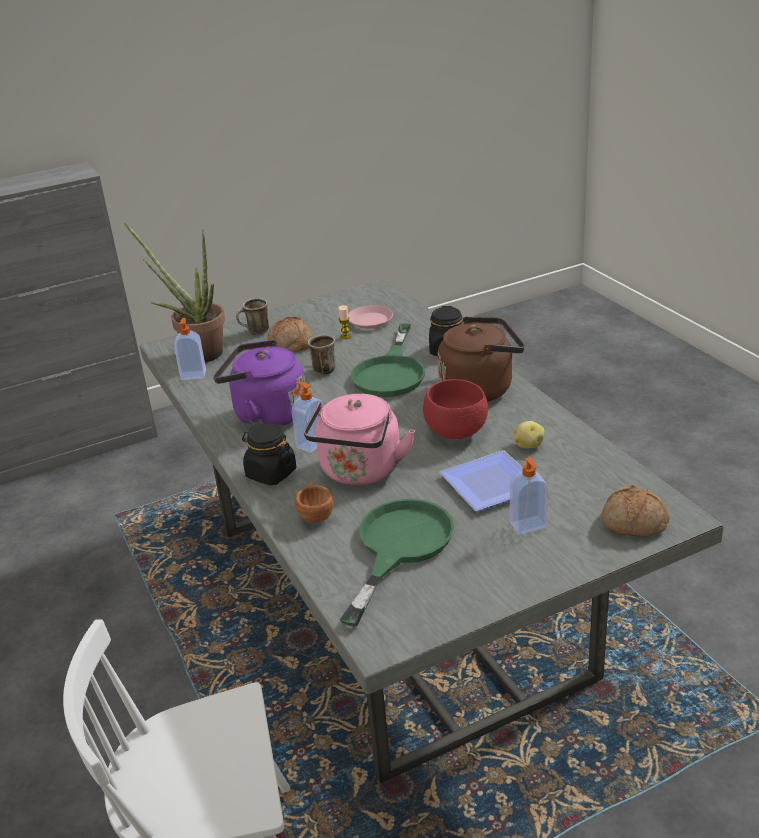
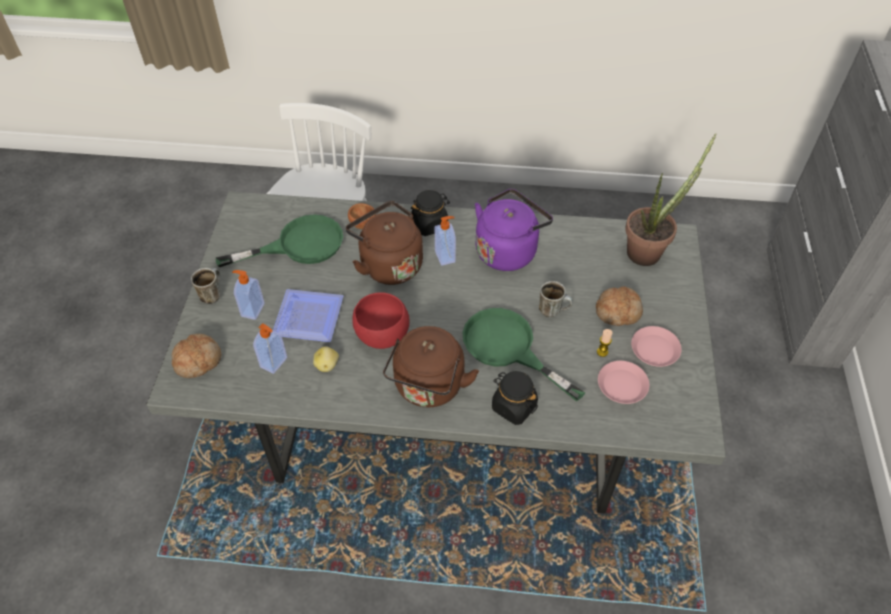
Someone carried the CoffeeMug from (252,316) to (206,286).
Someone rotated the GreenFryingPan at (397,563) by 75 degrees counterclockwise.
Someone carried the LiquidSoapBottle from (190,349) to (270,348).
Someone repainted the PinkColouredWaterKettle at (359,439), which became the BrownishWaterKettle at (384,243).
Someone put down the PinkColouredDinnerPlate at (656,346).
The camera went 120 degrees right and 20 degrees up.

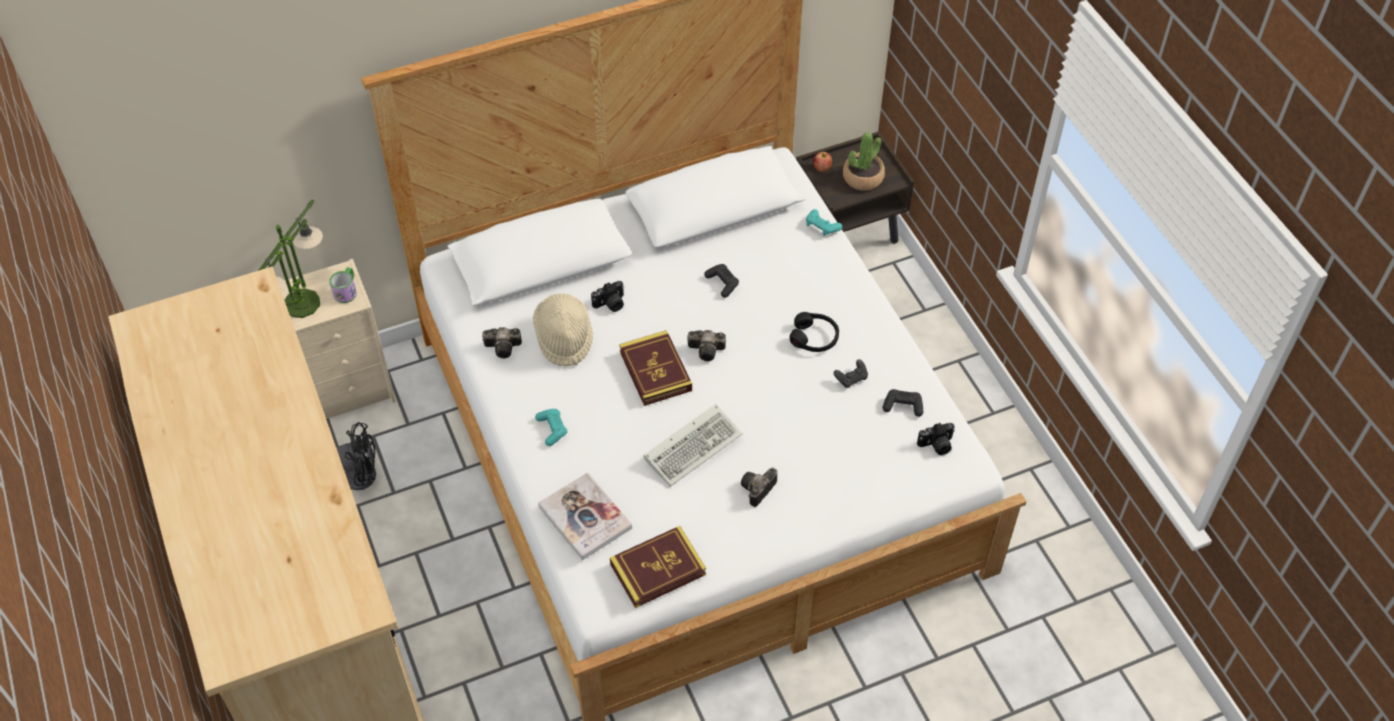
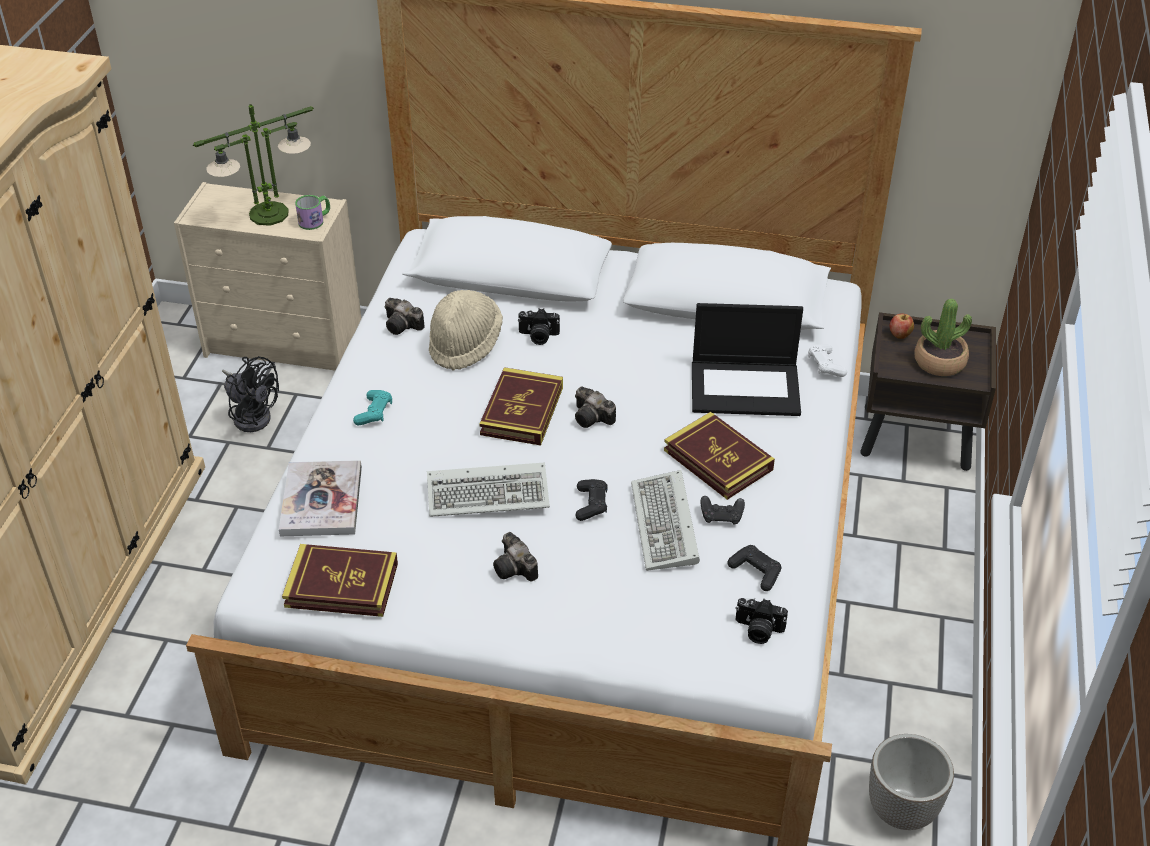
Someone rotated the PhotoCamera at (759,487) by 105 degrees counterclockwise.
Someone carried the BlackishGamepad from (721,281) to (591,500).
Someone put down the PcKeyboard at (665,520).
Someone swapped the BlackishPairOfHeadphones at (814,332) for the Volume at (719,456).
Someone put down the Laptop at (747,359).
Someone repainted the TurquoiseColouredGamepad at (824,222), which became the WhitishGamepad at (827,360).
Someone put down the PlantPot at (911,782).
The camera went 35 degrees right and 10 degrees down.

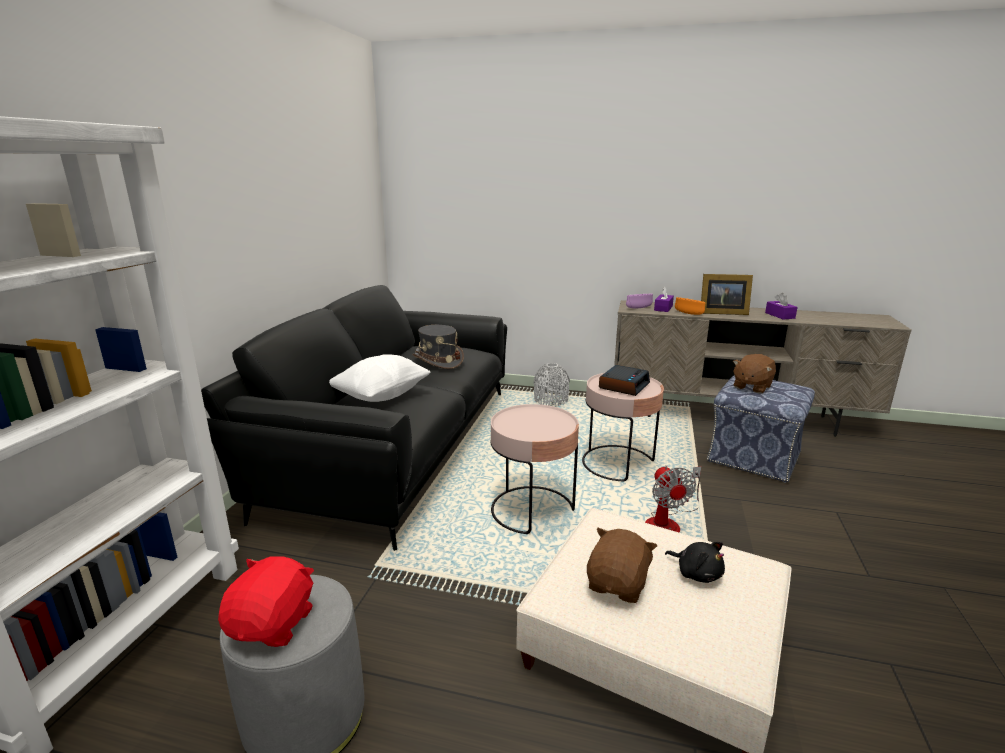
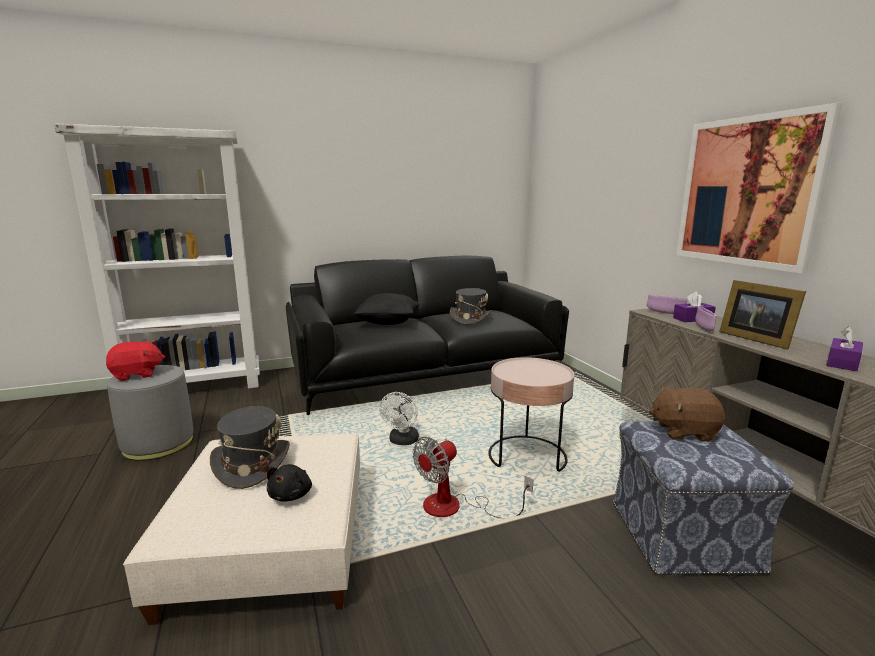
Someone swapped the BrownishCuddlyToy at (622,565) for the GreyishHat at (250,447).
Someone repainted the WhitishCushion at (379,378), which became the BlackishCushion at (386,309).
Someone swapped the PinkColouredEndTable at (534,469) for the WhitishElectricFan at (399,418).
Someone put up the WallArt at (759,188).
Someone repainted the OrangeBowl at (690,306), which became the PurpleColouredBowl at (705,319).
Someone took away the GreyishFlowerVase at (552,384).
Someone took away the BedsideClock at (624,380).
The camera went 55 degrees right and 5 degrees down.

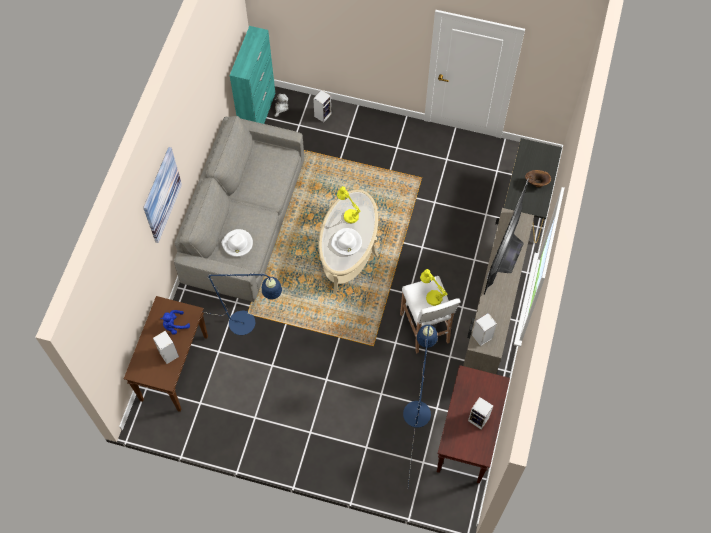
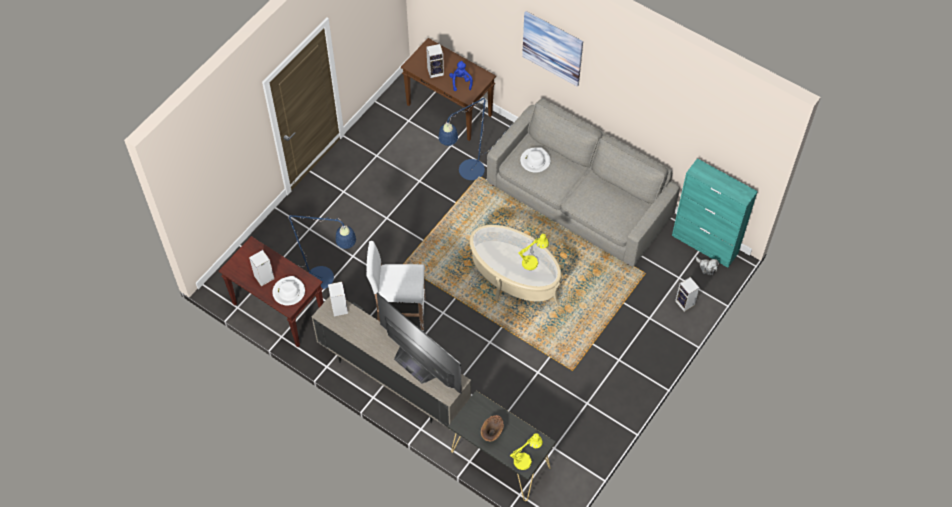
Someone carried the WhitishHat from (346,241) to (288,290).
Someone carried the YellowishTabletopLamp from (433,287) to (526,451).
The camera went 110 degrees right and 5 degrees down.

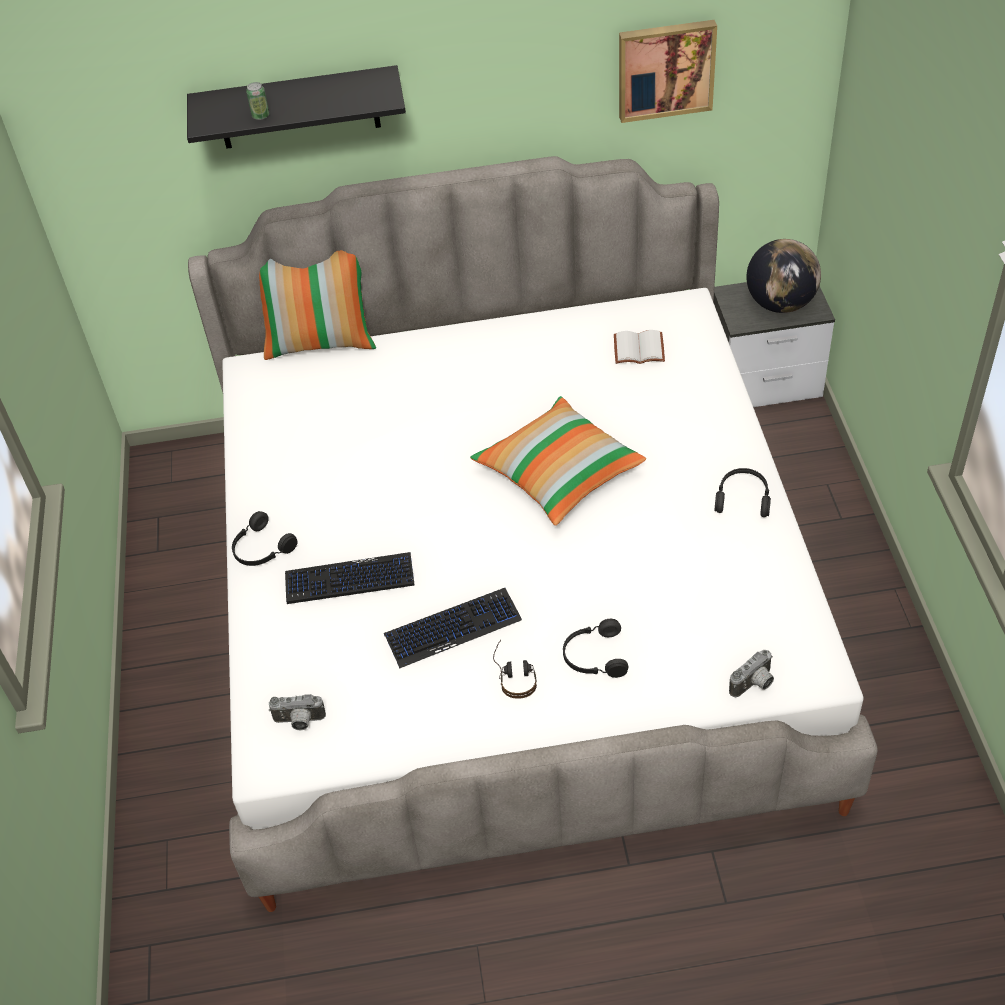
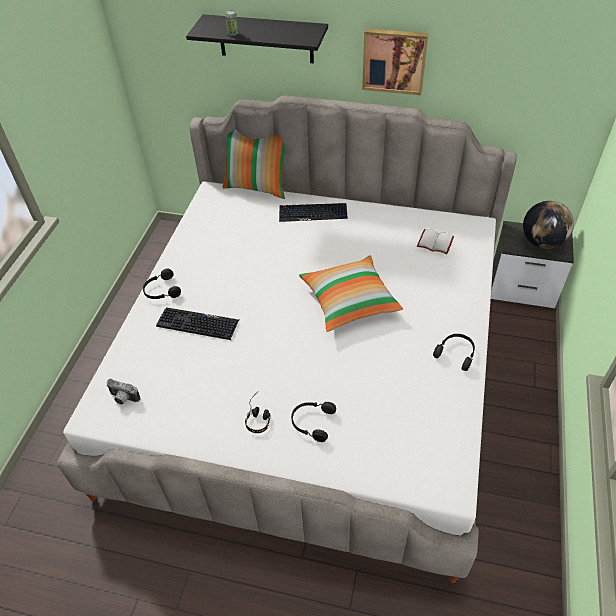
Someone carried the PcKeyboard from (453,628) to (313,212).
Someone carried the WallArt from (668,71) to (395,61).
Someone took away the PhotoCamera at (751,673).
The camera went 20 degrees right and 0 degrees up.

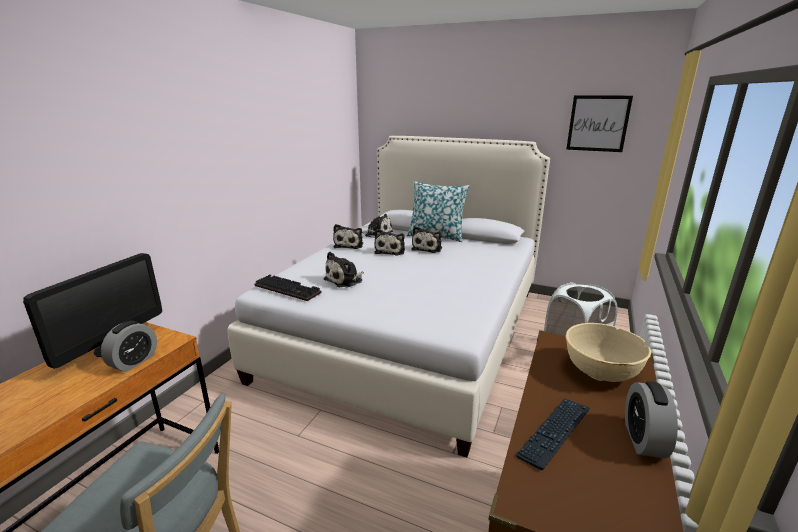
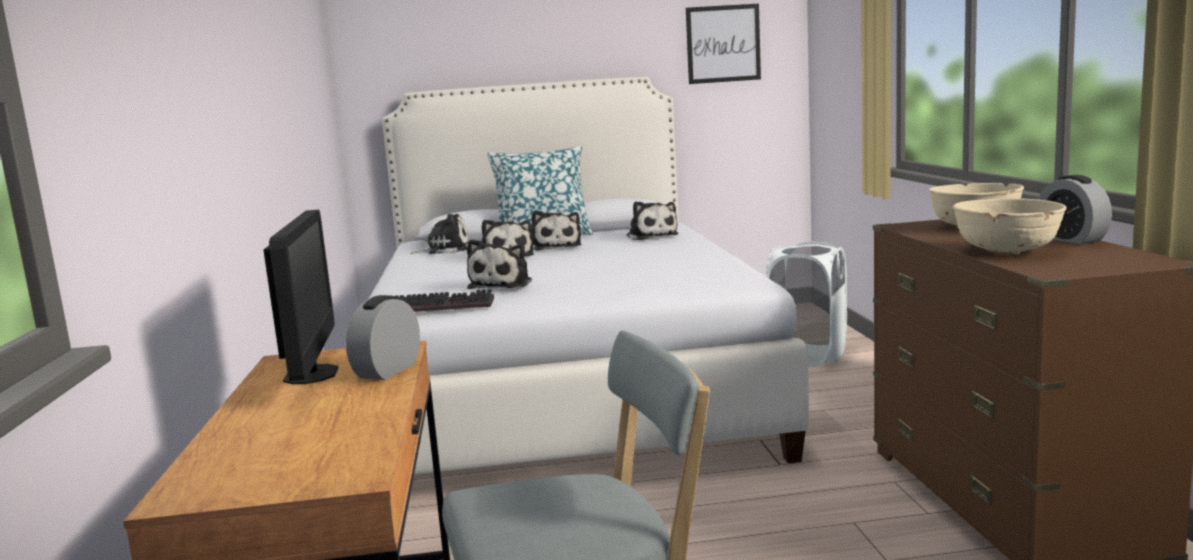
Someone rotated the BedsideClock at (129,346) by 150 degrees counterclockwise.
Someone carried the CuddlyToy from (348,236) to (652,220).
Someone swapped the PcKeyboard at (553,434) for the BeigeBowl at (1010,226).
The camera went 30 degrees left and 10 degrees down.

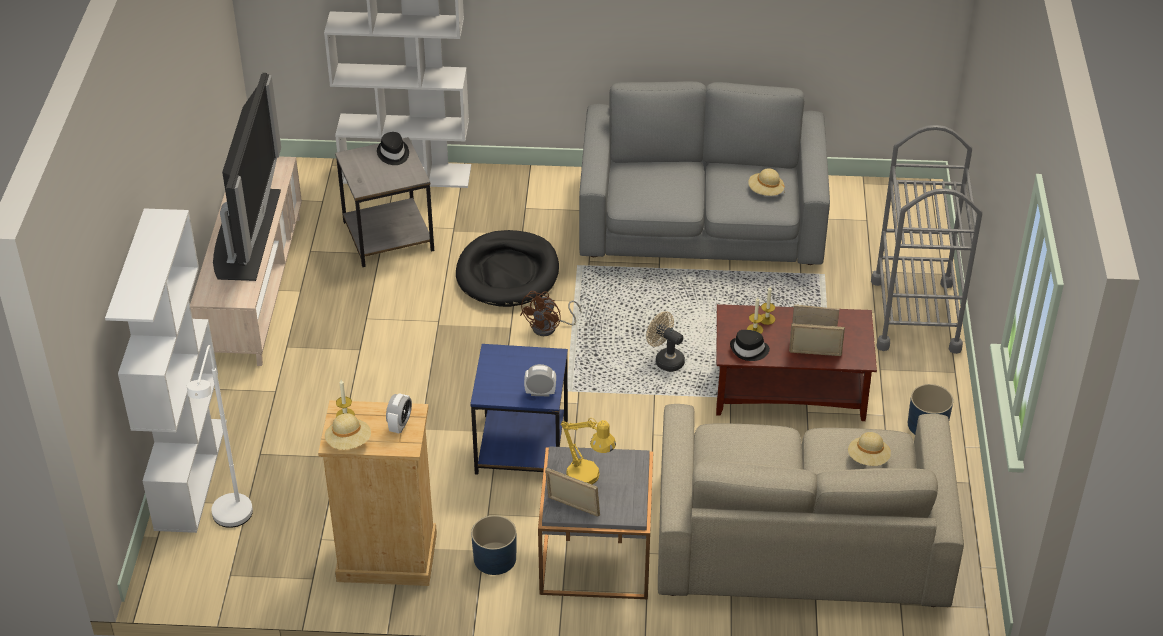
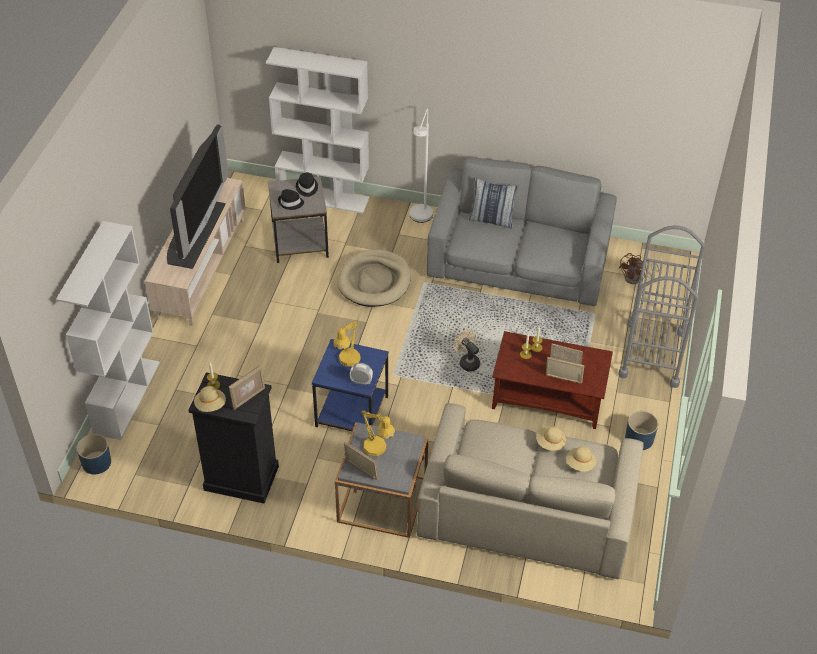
Someone carried the BluePlantPot from (494,545) to (94,454).
Someone repainted the BeigeDresser at (377,493), which became the BlackishDresser at (233,437).
Someone swapped the BedsideClock at (399,413) for the StandingFrame at (247,387).
Someone carried the BlackishHat from (750,345) to (291,199).
Someone put down the YellowishTabletopLamp at (347,343).
Someone repainted the BlackishDogBed at (507,268), which became the BeigeDogBed at (374,278).
Someone carried the WhitishStandingLamp from (220,436) to (421,165).
Someone put down the Cushion at (494,202).
Someone carried the BeigeHat from (766,182) to (551,438).
Someone carried the BrownishElectricFan from (551,313) to (639,268).
The camera went 10 degrees right and 5 degrees up.

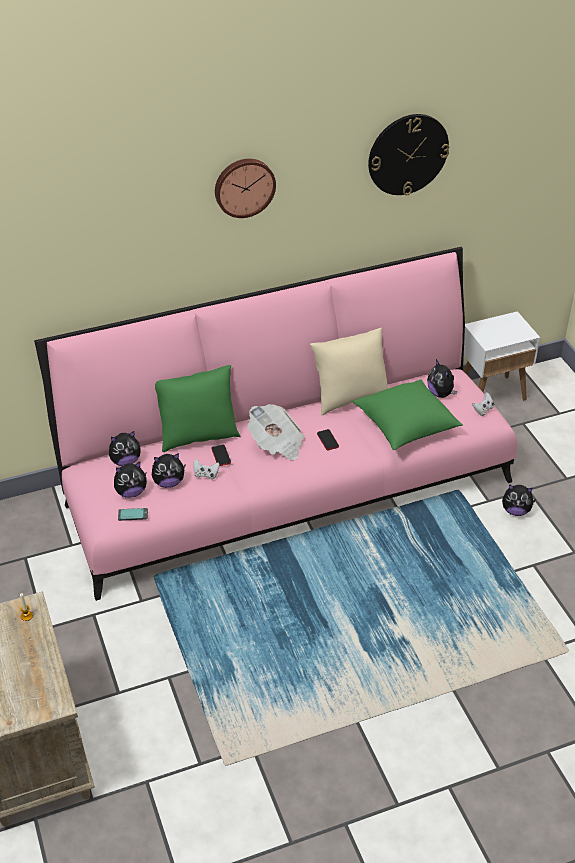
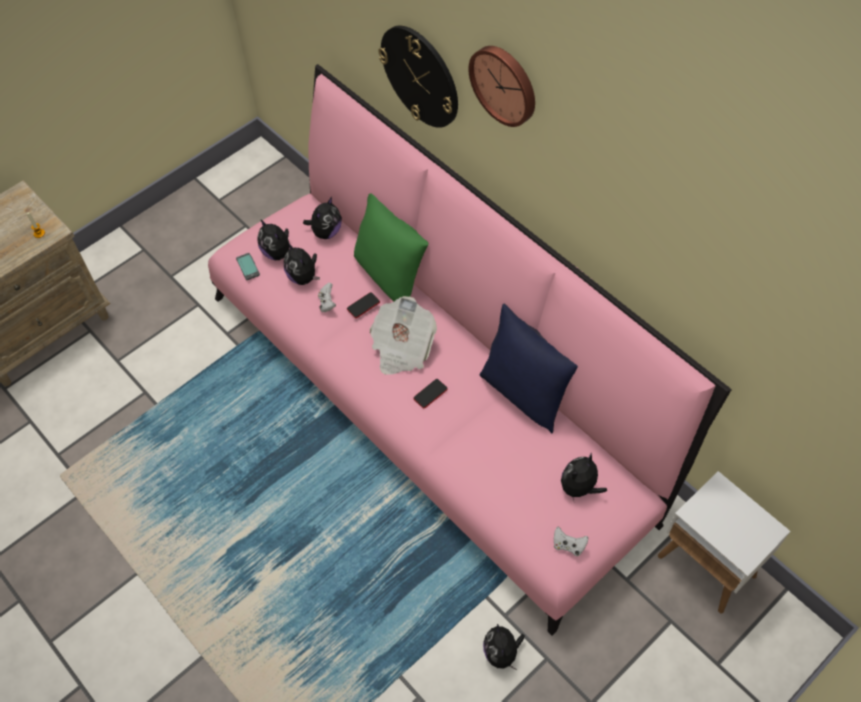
Someone rotated the CuddlyToy at (125,448) by 105 degrees counterclockwise.
Someone carried the ClockOnTheWall from (408,154) to (418,76).
Someone repainted the BeigeCushion at (349,371), which became the BlueCushion at (529,368).
Someone took away the GreenCushion at (408,414).
The camera went 70 degrees right and 15 degrees up.

